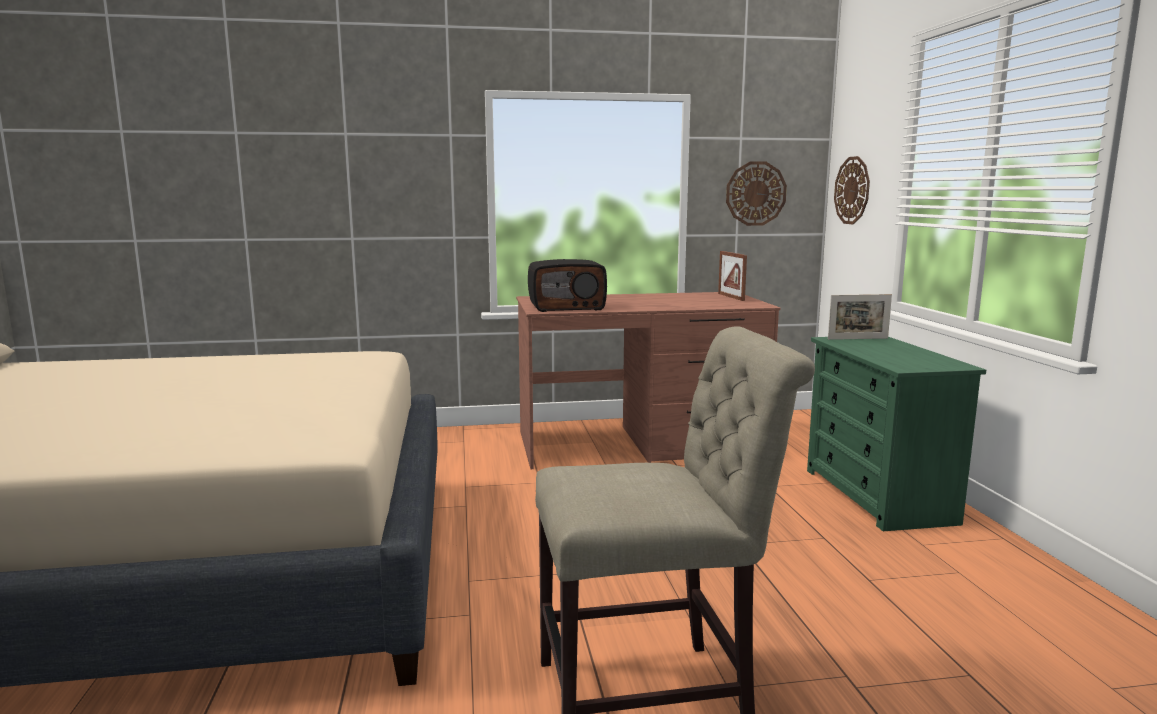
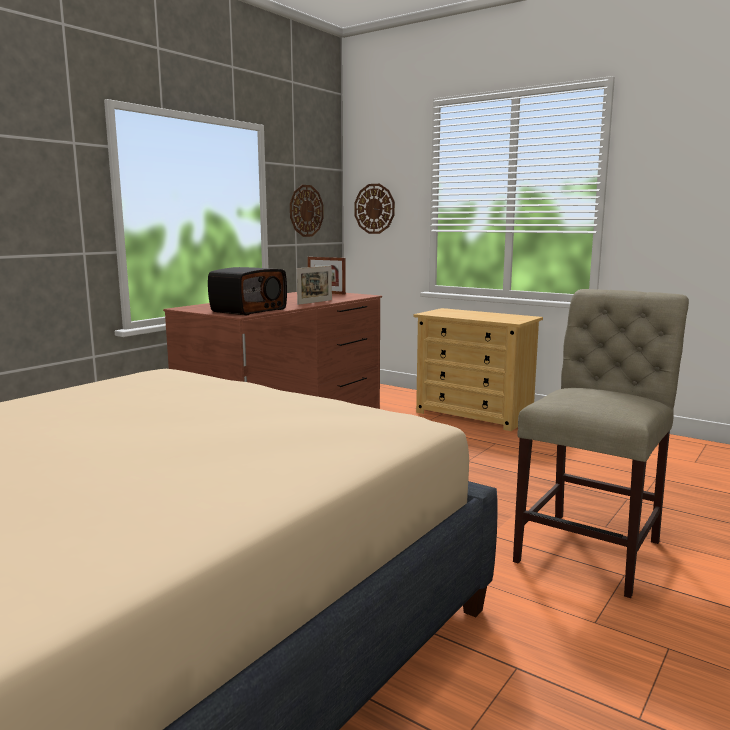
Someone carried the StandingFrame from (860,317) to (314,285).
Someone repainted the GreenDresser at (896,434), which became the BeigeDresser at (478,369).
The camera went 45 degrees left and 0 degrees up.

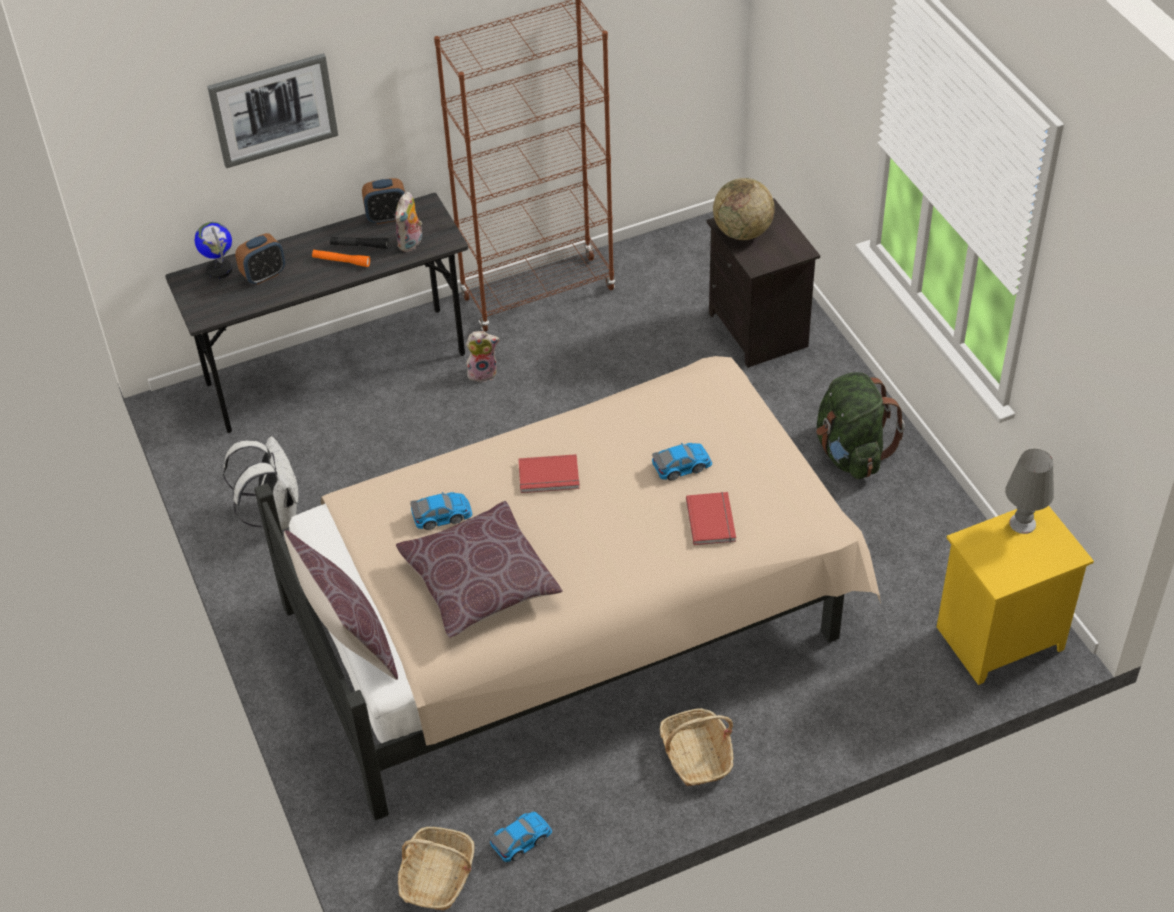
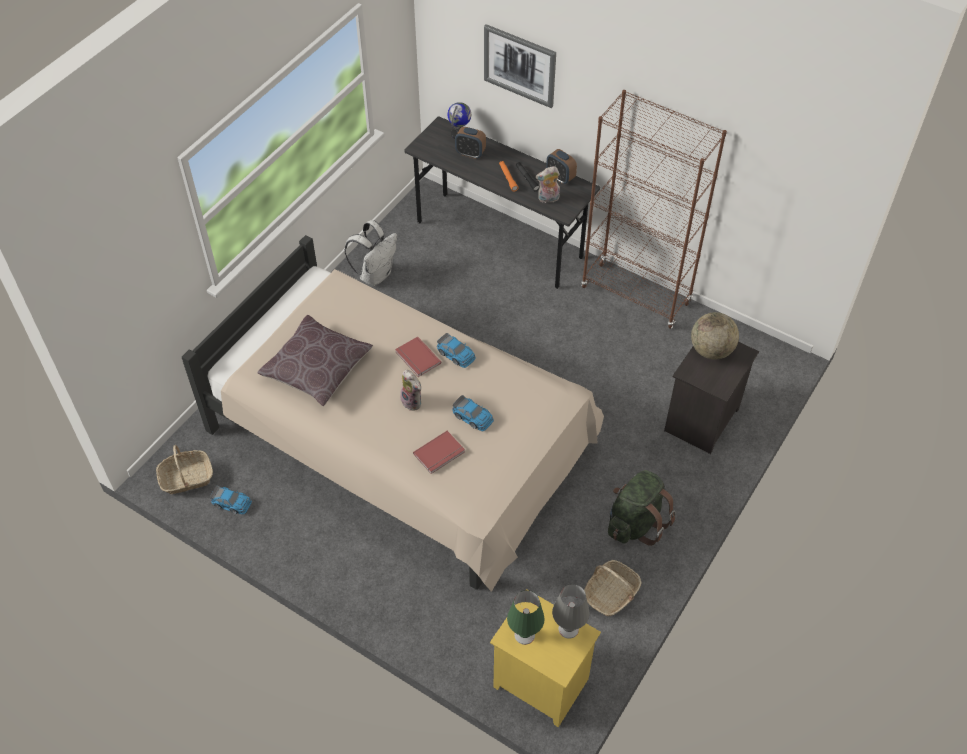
Someone carried the CuddlyToy from (483,356) to (410,390).
Someone carried the ModelCar from (441,511) to (456,350).
Someone put down the GreenTabletopLamp at (526,617).
Someone carried the StorageBasket from (696,747) to (612,588).
Someone took away the BrownishCushion at (341,605).
The camera went 55 degrees right and 5 degrees up.

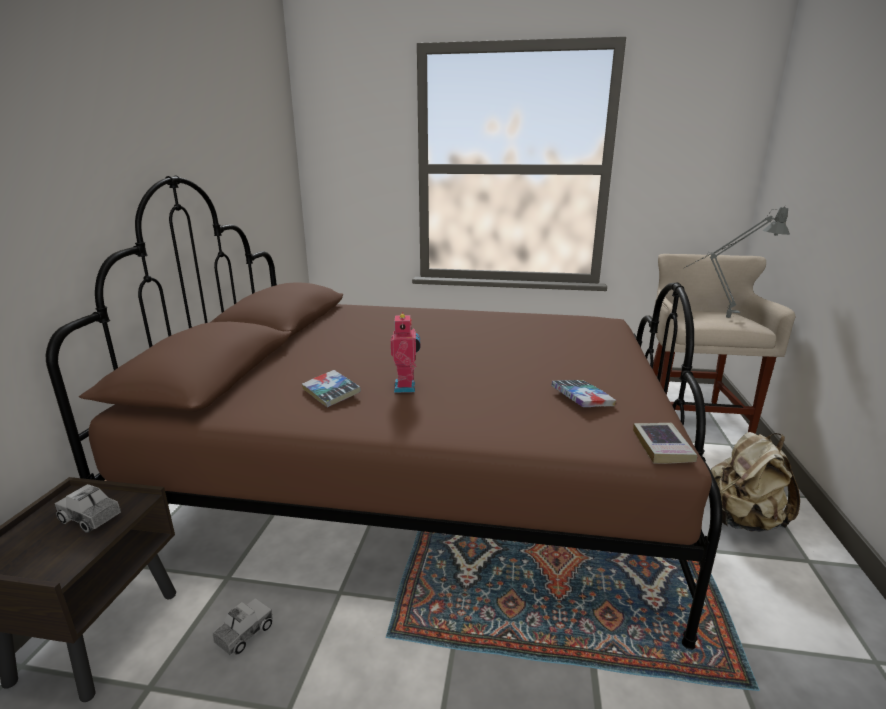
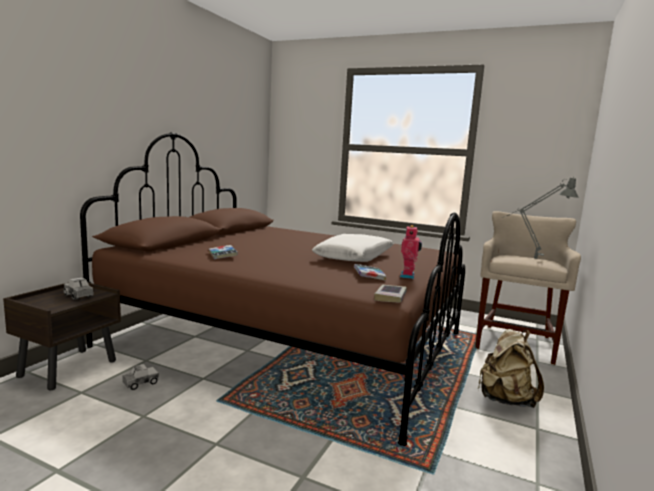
Someone put down the WhitishCushion at (353,248).
Someone carried the RobotFigure from (405,352) to (411,252).
The camera went 15 degrees right and 10 degrees down.

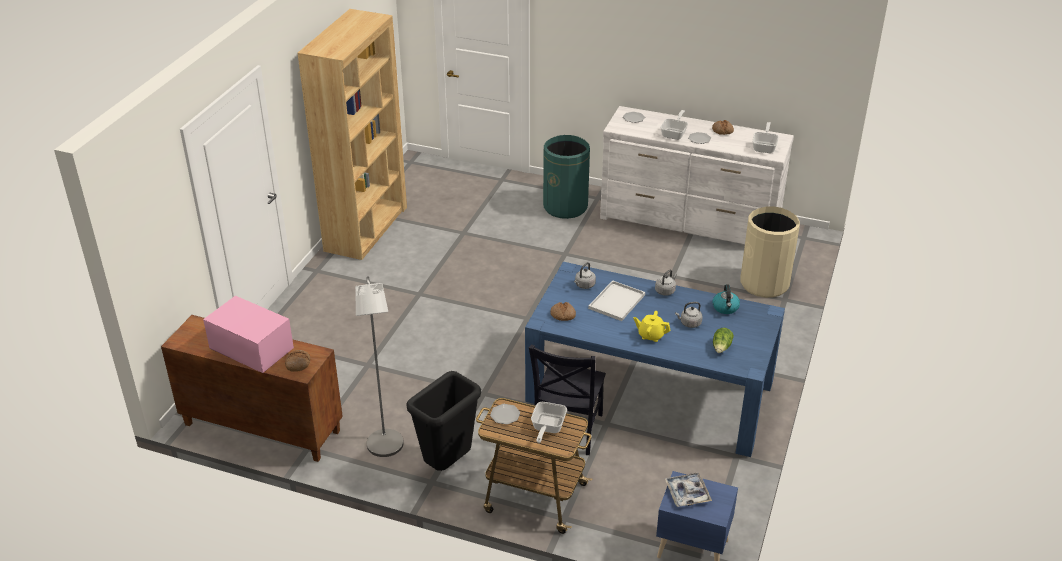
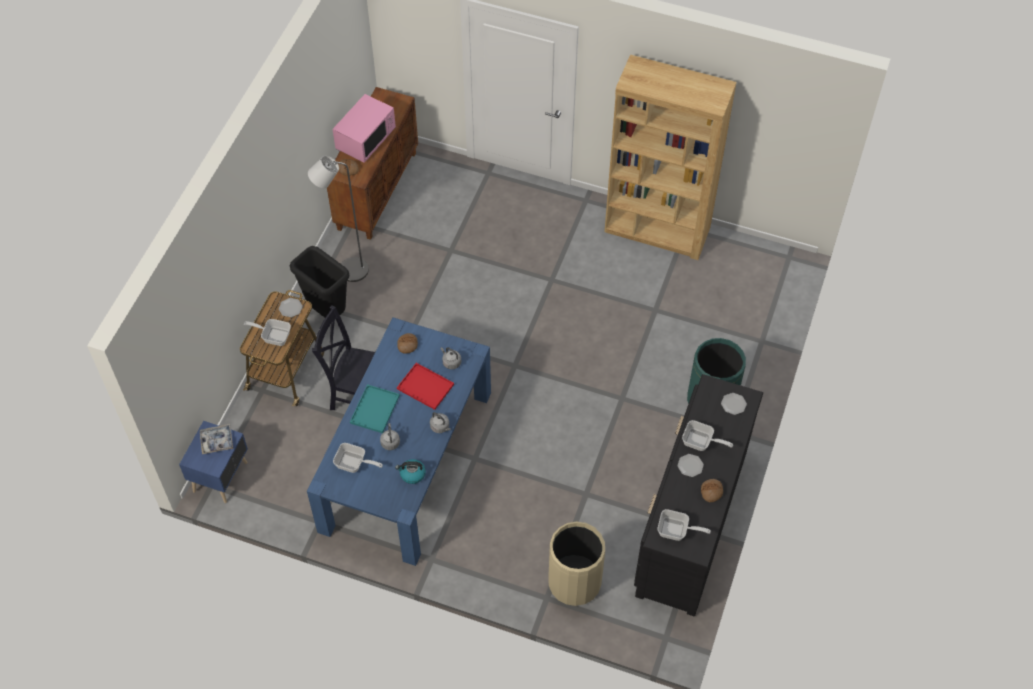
Someone swapped the HeadOfLettuce at (723,340) for the FryingPan at (358,458).
Someone swapped the YellowishTeaPot at (651,326) for the TurquoiseColouredTray at (375,408).
Someone repainted the WhitishTray at (616,300), which became the RedTray at (425,386).
Someone repainted the WhitishDresser at (697,175), which became the BlackishDresser at (698,495).
The camera went 90 degrees right and 20 degrees up.

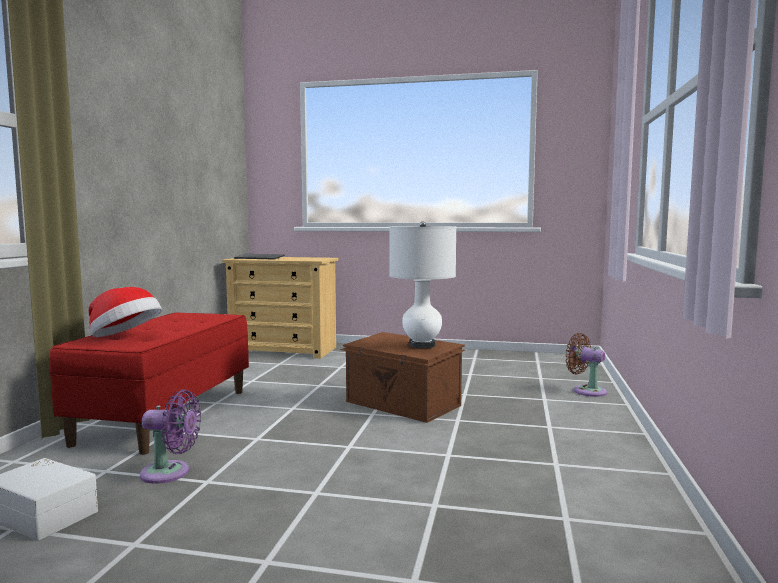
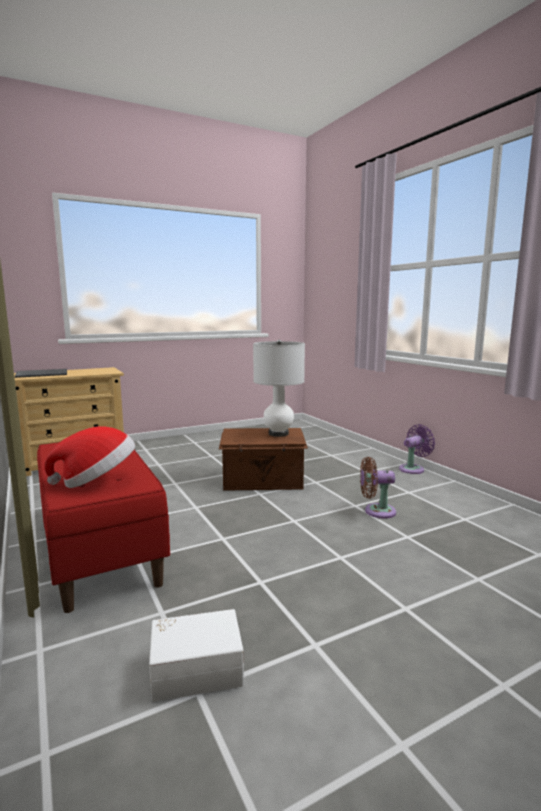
Someone carried the BrownishElectricFan from (586,365) to (378,487).
Someone carried the PurpleColouredElectricFan from (170,436) to (417,449).
The camera went 40 degrees left and 5 degrees up.

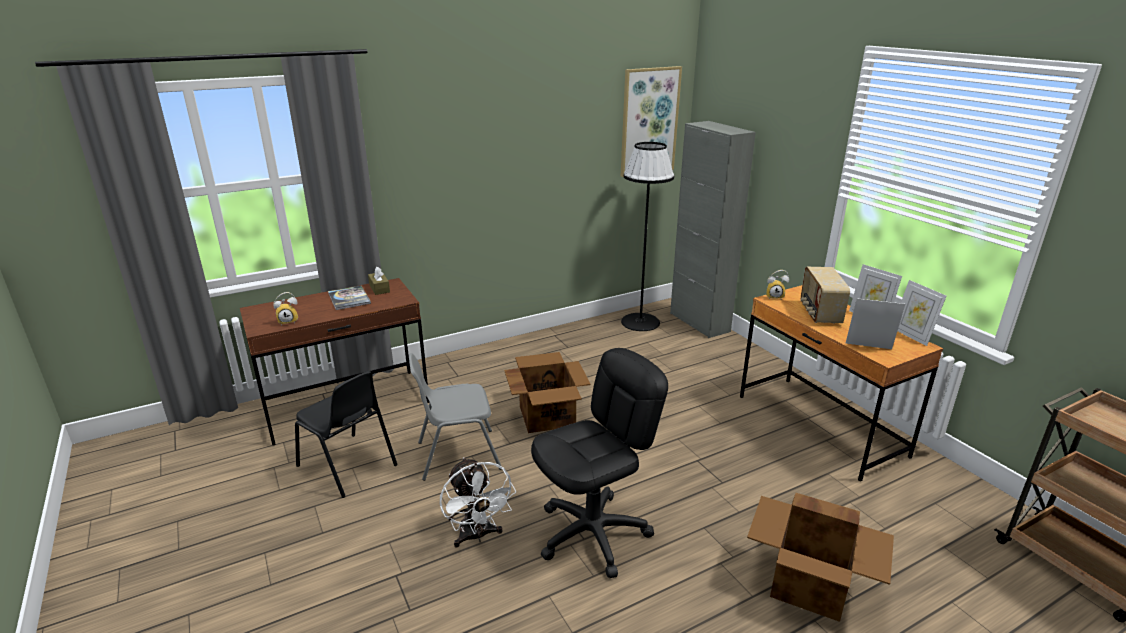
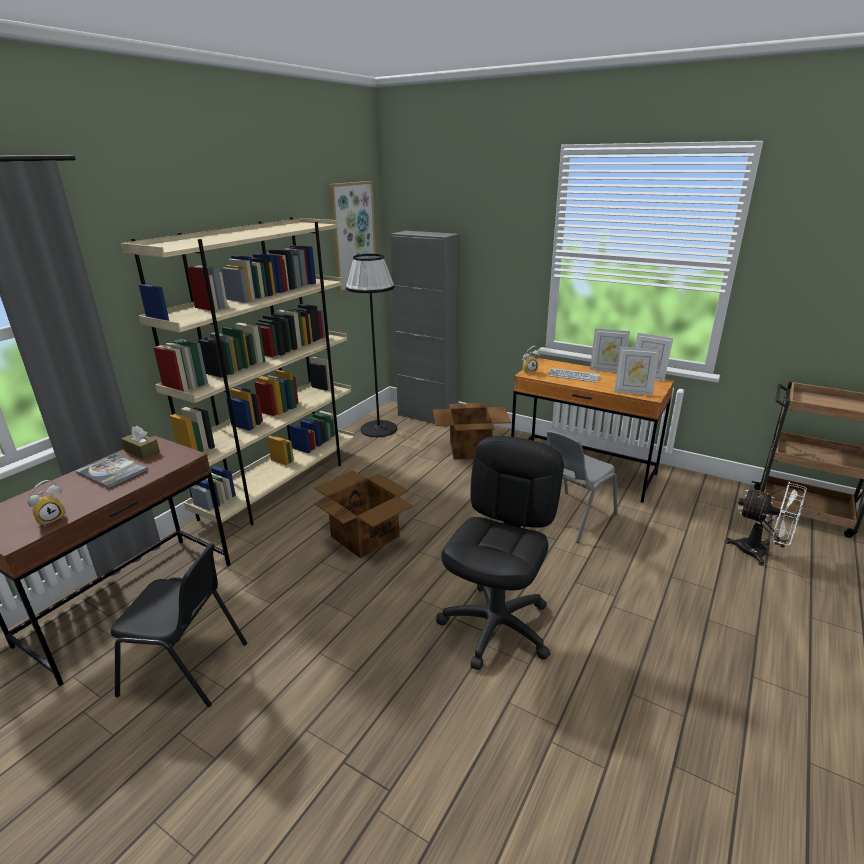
Someone put down the BeigeBookshelf at (238,371).
Someone carried the PackingBox from (820,557) to (472,431).
Someone carried the GreyishUprightChair from (455,417) to (581,487).
Someone swapped the Radio at (825,295) for the PcKeyboard at (573,375).
Someone rotated the StandingFrame at (875,323) by 150 degrees counterclockwise.
Someone carried the WhitishElectricFan from (478,502) to (766,524).
The camera went 30 degrees left and 0 degrees up.

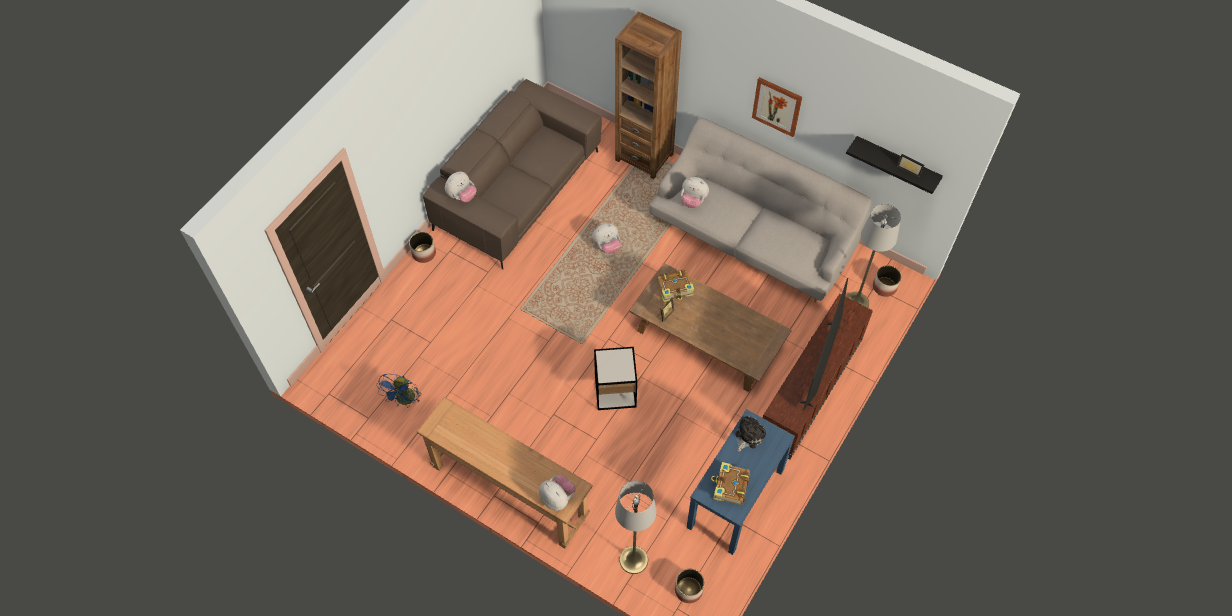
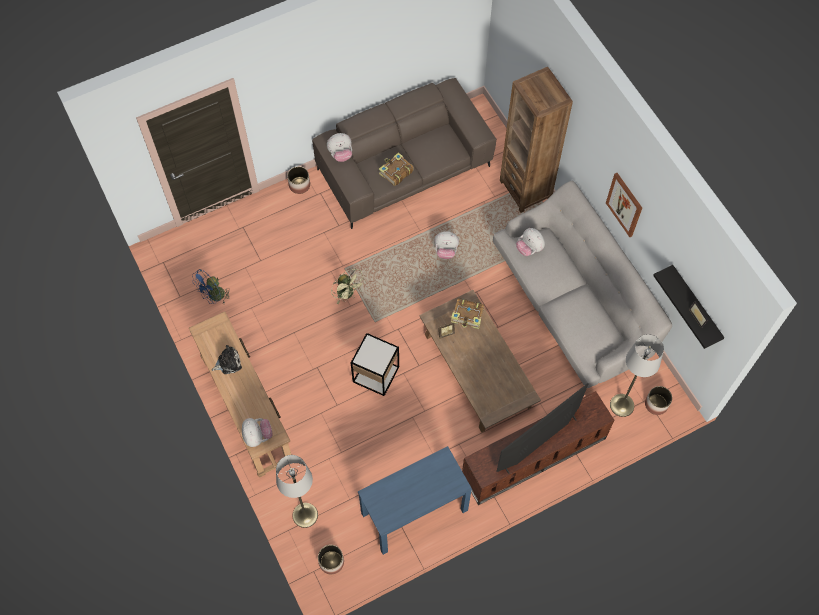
Someone carried the CuddlyToy from (750,434) to (227,359).
Someone put down the GreenElectricFan at (348,286).
Someone carried the Volume from (730,483) to (396,169).
The camera went 30 degrees right and 5 degrees up.

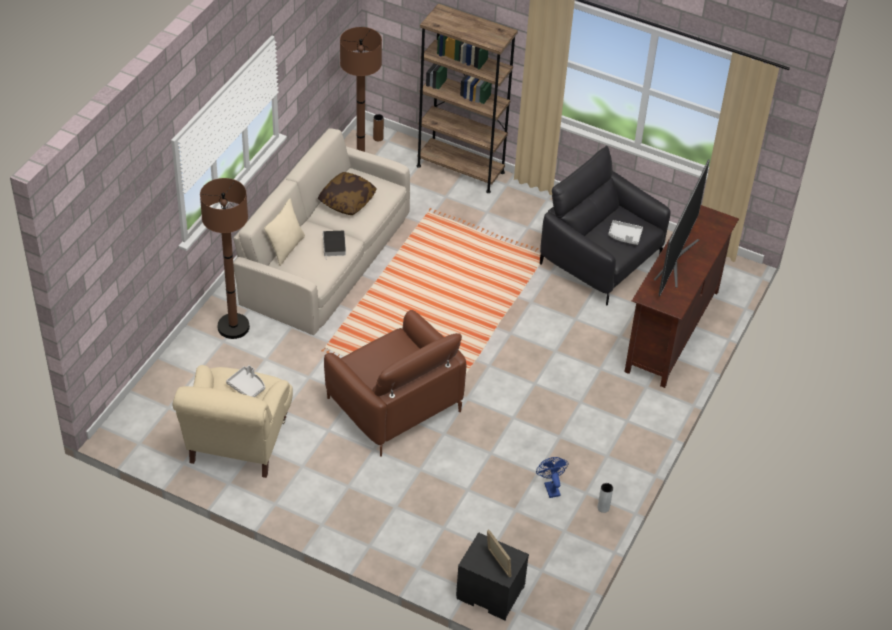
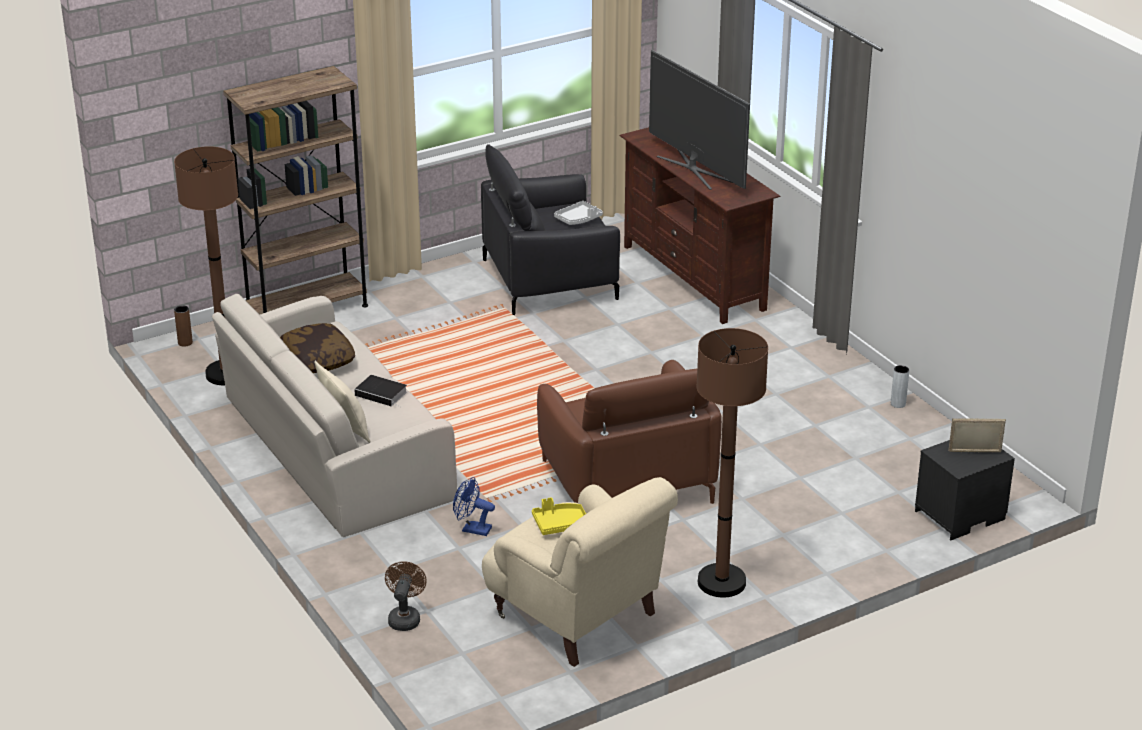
Someone put down the BrownishElectricFan at (406,596).
Someone carried the BlueElectricFan from (552,477) to (474,506).
Someone repainted the GreyishTray at (245,381), which became the YellowishTray at (559,516).
Someone rotated the BrownishLoungeChair at (395,383) by 75 degrees clockwise.
Someone carried the BrownishStandingLamp from (225,258) to (732,463).
The camera went 55 degrees left and 15 degrees down.

